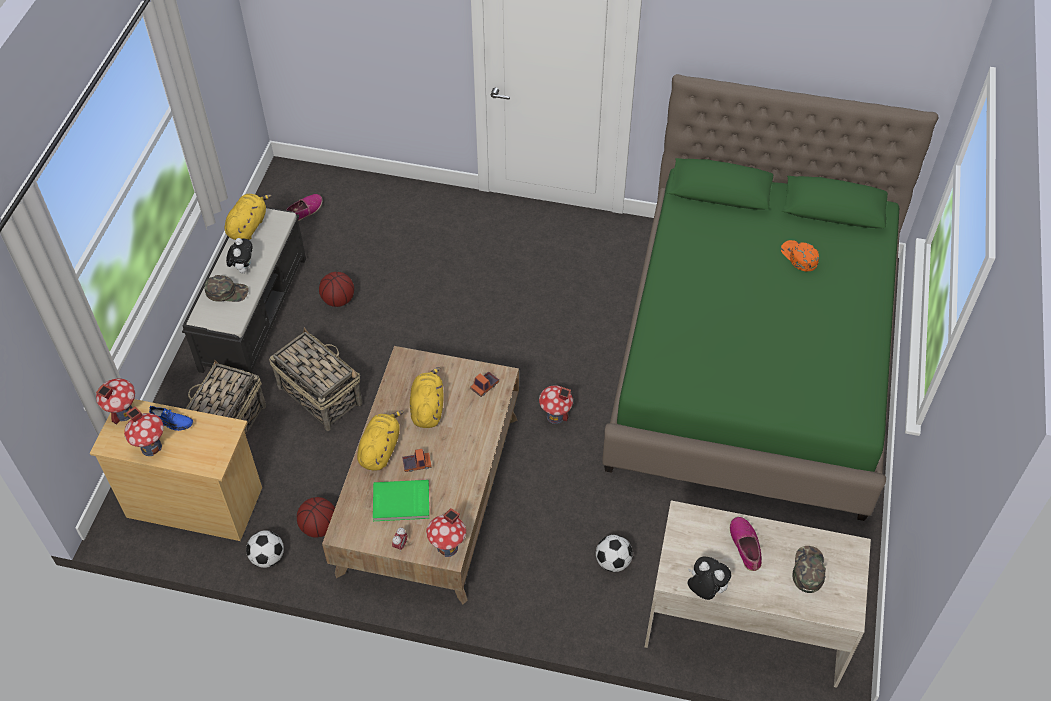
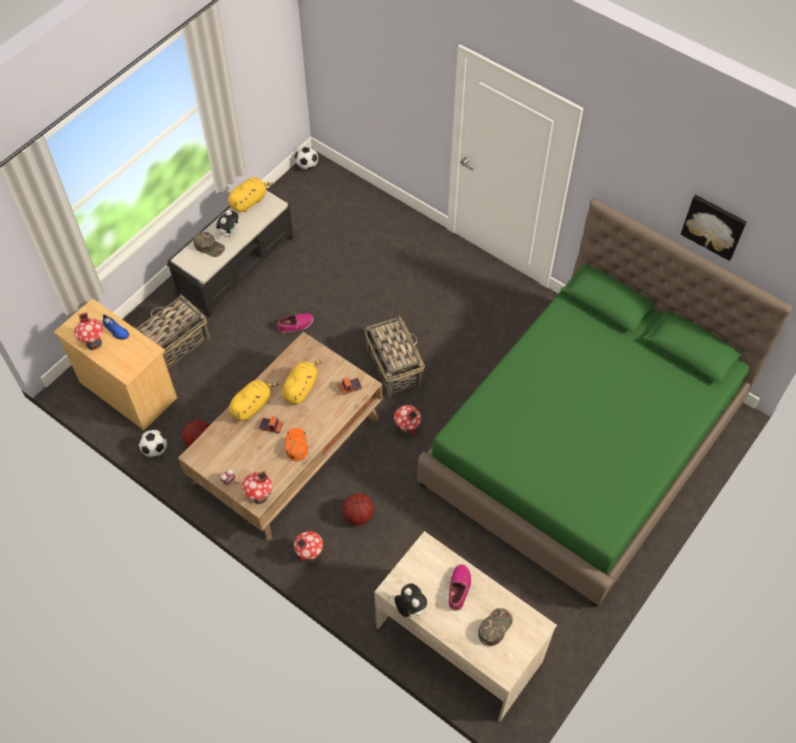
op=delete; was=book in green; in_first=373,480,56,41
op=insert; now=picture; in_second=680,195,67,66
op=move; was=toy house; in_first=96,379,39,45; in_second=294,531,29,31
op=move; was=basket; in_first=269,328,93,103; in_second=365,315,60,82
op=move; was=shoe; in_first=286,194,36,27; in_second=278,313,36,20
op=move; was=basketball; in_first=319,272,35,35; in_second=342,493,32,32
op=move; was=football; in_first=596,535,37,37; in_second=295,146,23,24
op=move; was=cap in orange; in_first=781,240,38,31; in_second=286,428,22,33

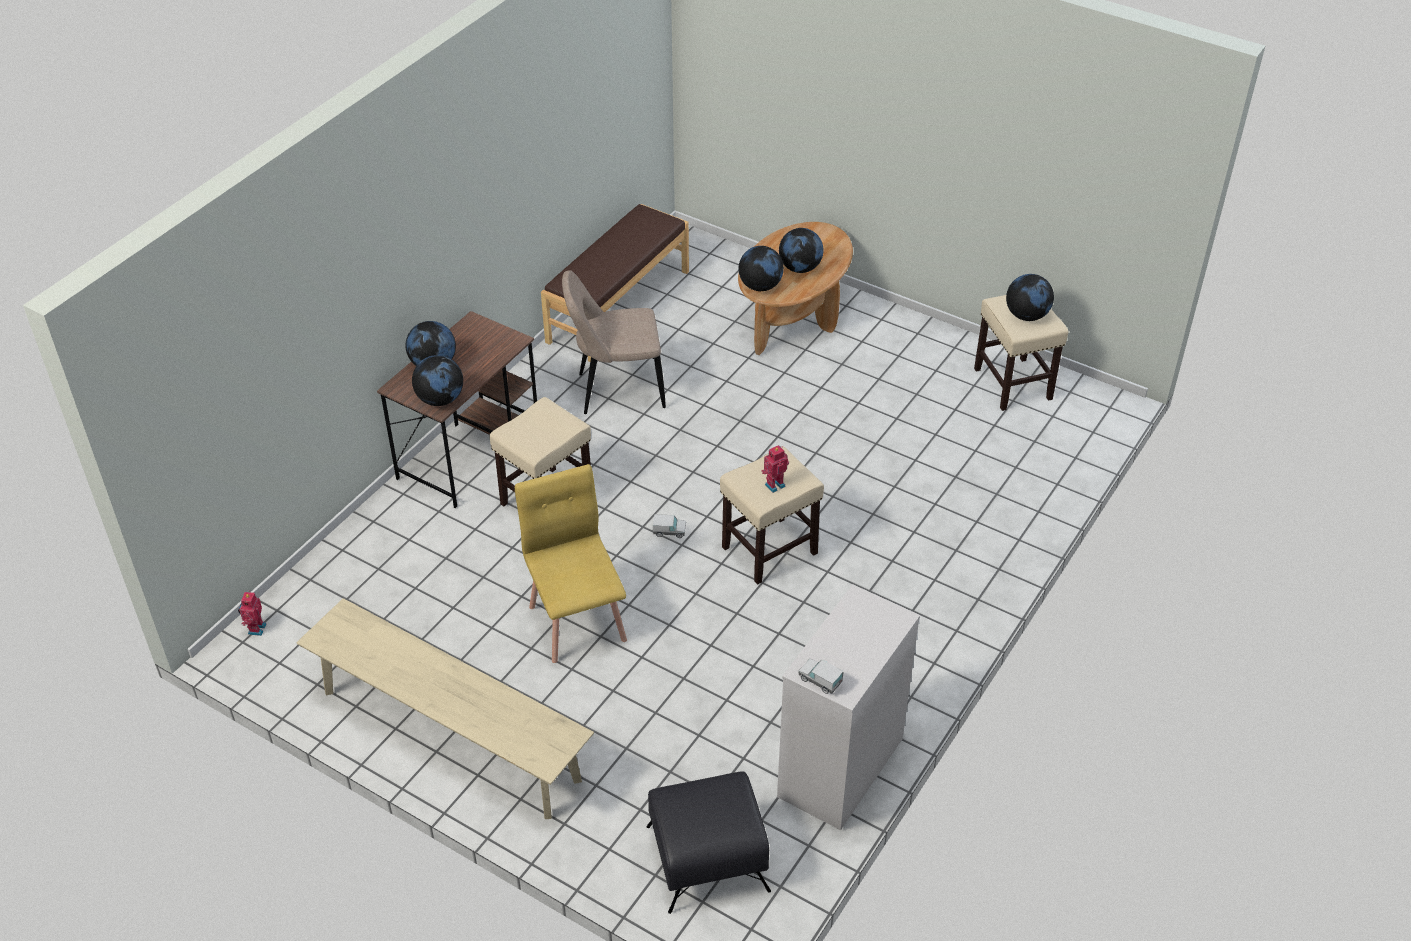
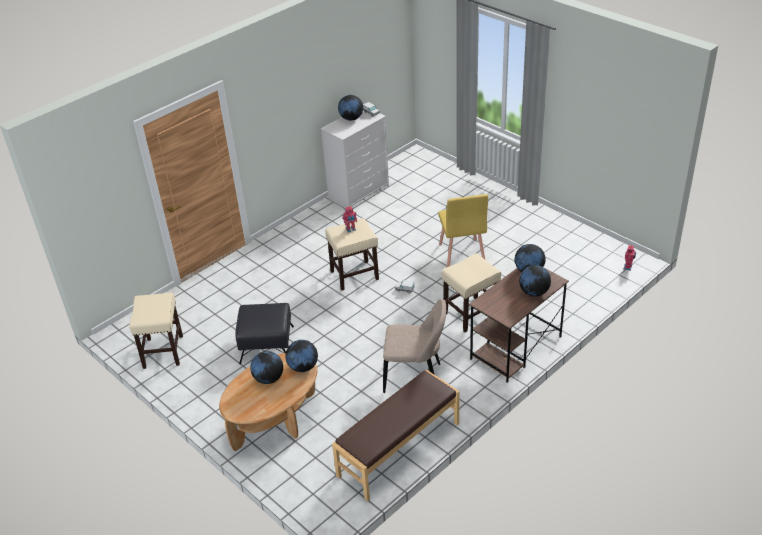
op=delete; was=bench in beige; in_first=296,598,298,221
op=move; was=ottoman in black; in_first=647,771,124,143; in_second=235,303,59,61
op=move; was=globe; in_first=1006,274,48,47; in_second=338,95,25,26

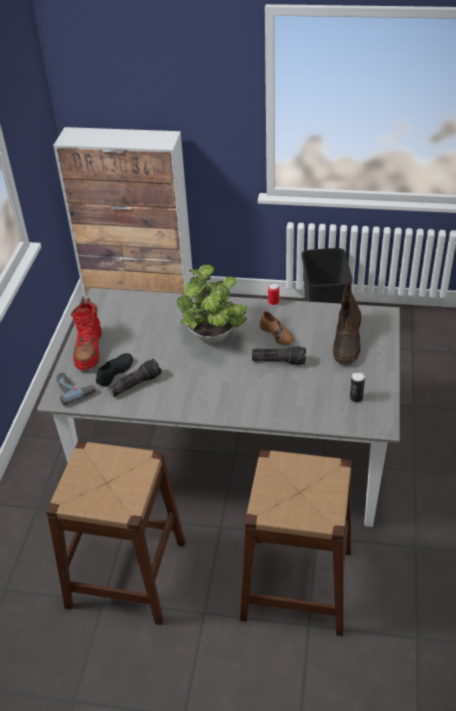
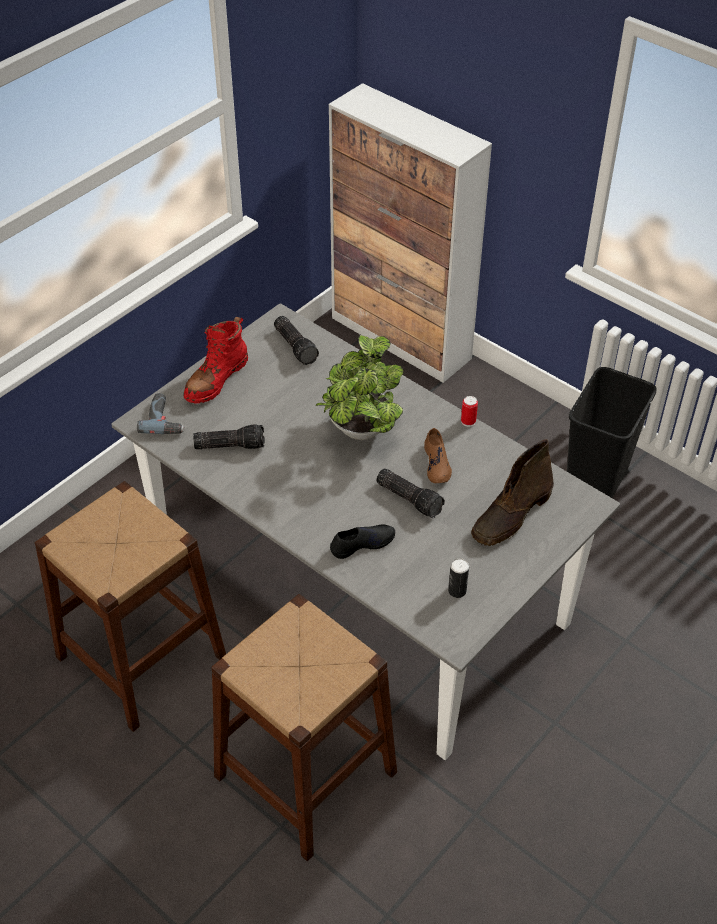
op=insert; now=flashlight; in_second=274,316,45,49
op=move; was=shoe in black; in_first=96,353,37,33; in_second=330,525,65,34

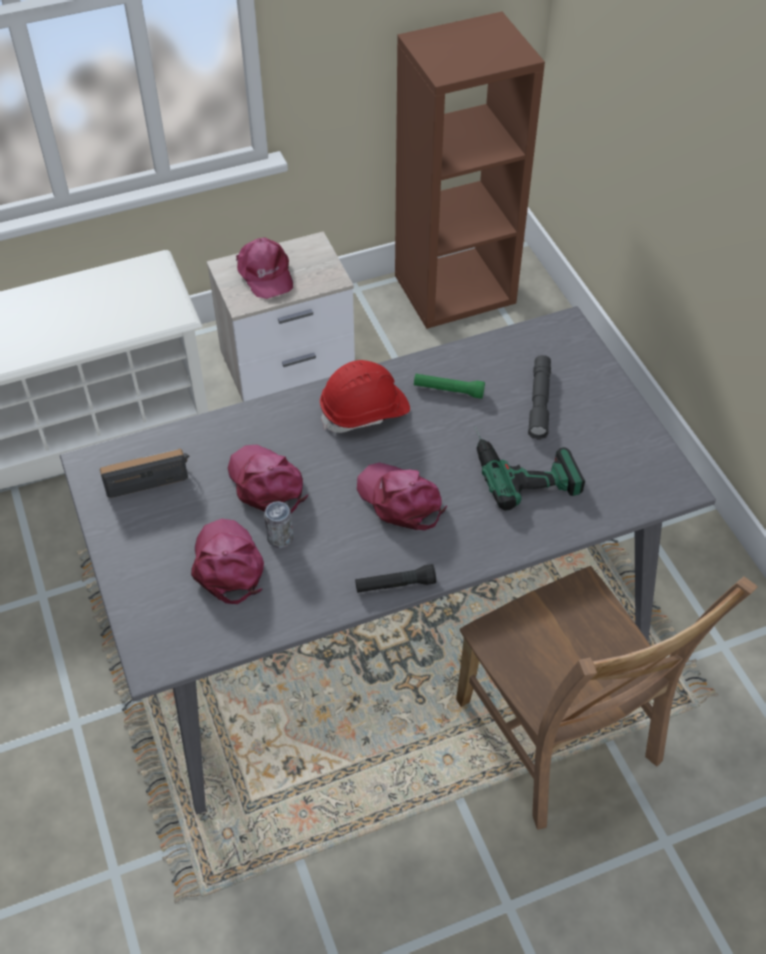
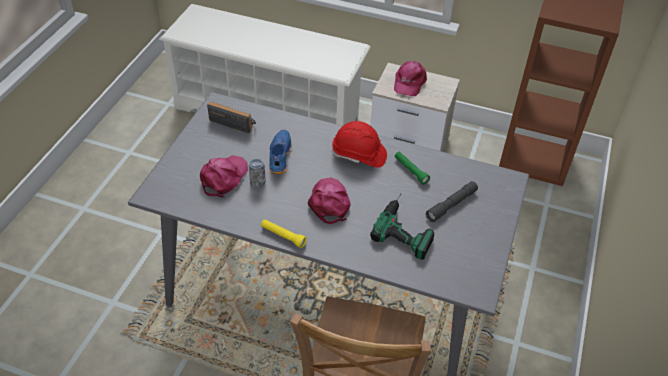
op=replace; was=cap in pink; now=shoe in blue; in_first=228,445,80,68; in_second=269,129,23,46
op=recolor; was=flashlight in black; now=flashlight in yellow; in_first=355,564,81,29; in_second=261,219,46,29

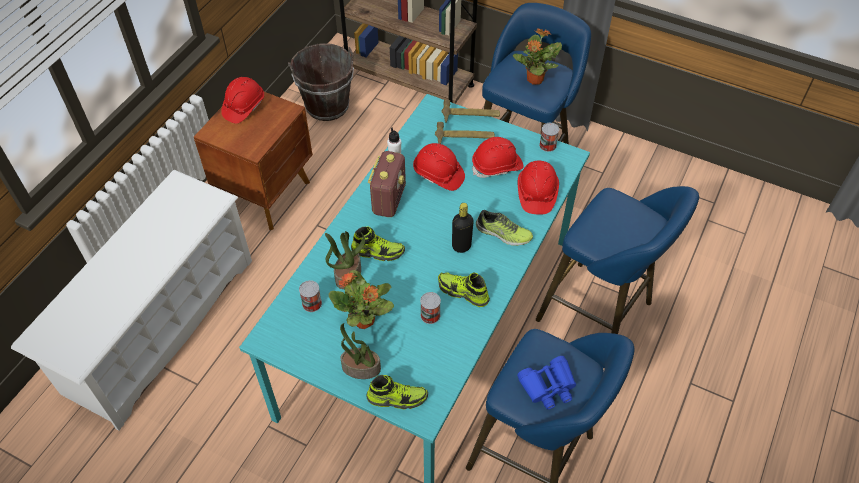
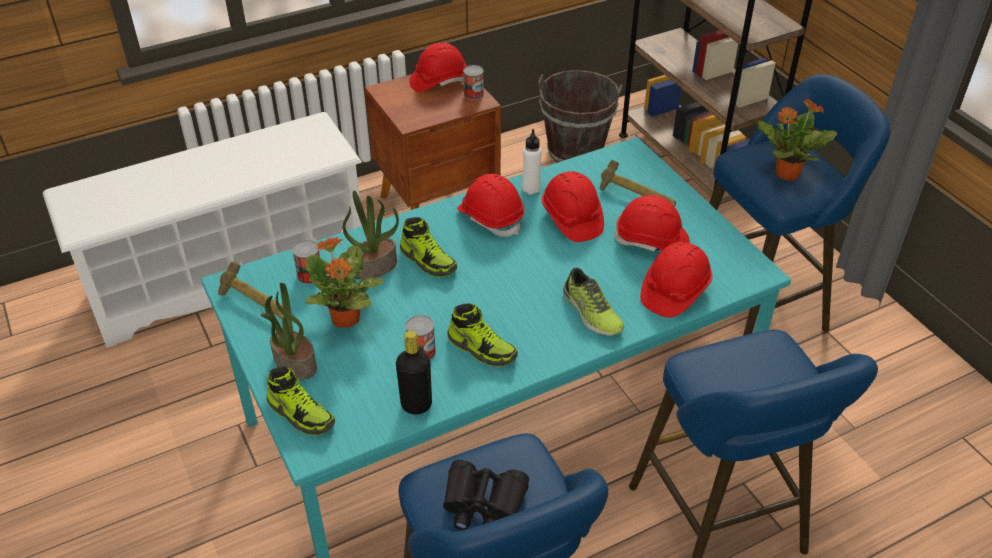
op=move; was=hammer; in_first=441,100,59,23; in_second=218,261,74,58
op=move; was=bottle in black; in_first=452,203,22,50; in_second=396,331,36,83
op=move; was=can; in_first=539,123,20,29; in_second=463,65,21,35
op=replace; was=radio; now=hard hat in red; in_first=368,151,38,66; in_second=457,174,67,63
op=recolor; was=binoculars in blue; now=binoculars in black; in_first=517,356,59,54; in_second=443,460,86,70
op=rotate; was=shoe; in_first=438,272,52,35; in_second=447,303,71,64; clockwise=150

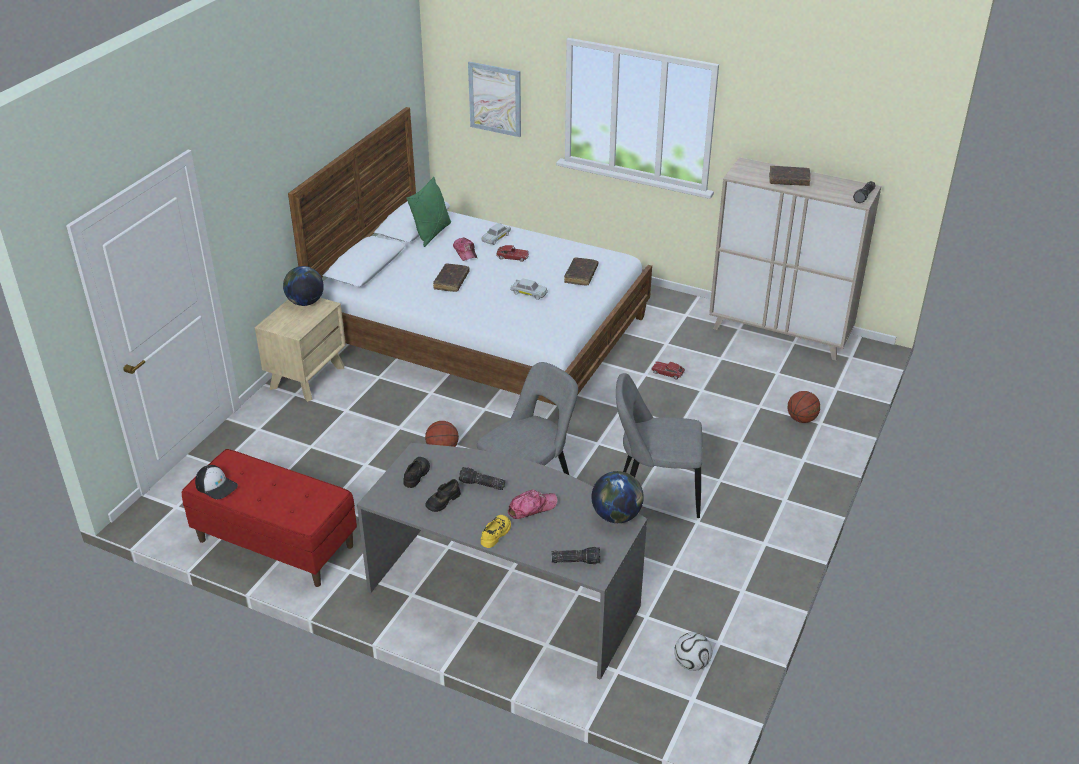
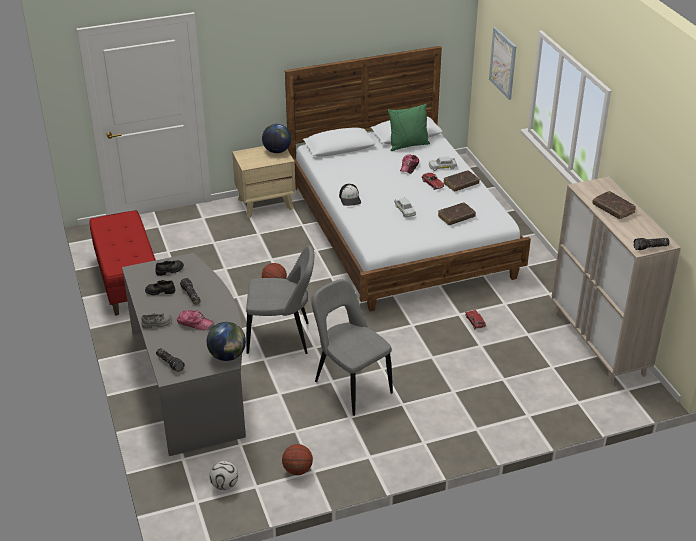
op=move; was=cap; in_first=195,465,43,35; in_second=339,184,22,22
op=move; was=book in brown; in_first=433,263,37,29; in_second=443,170,37,22
op=move; was=basketball; in_first=788,391,32,32; in_second=282,444,31,31
op=recolor; was=shoe in yellow; now=shoe in grey; in_first=481,515,30,33; in_second=141,313,31,16

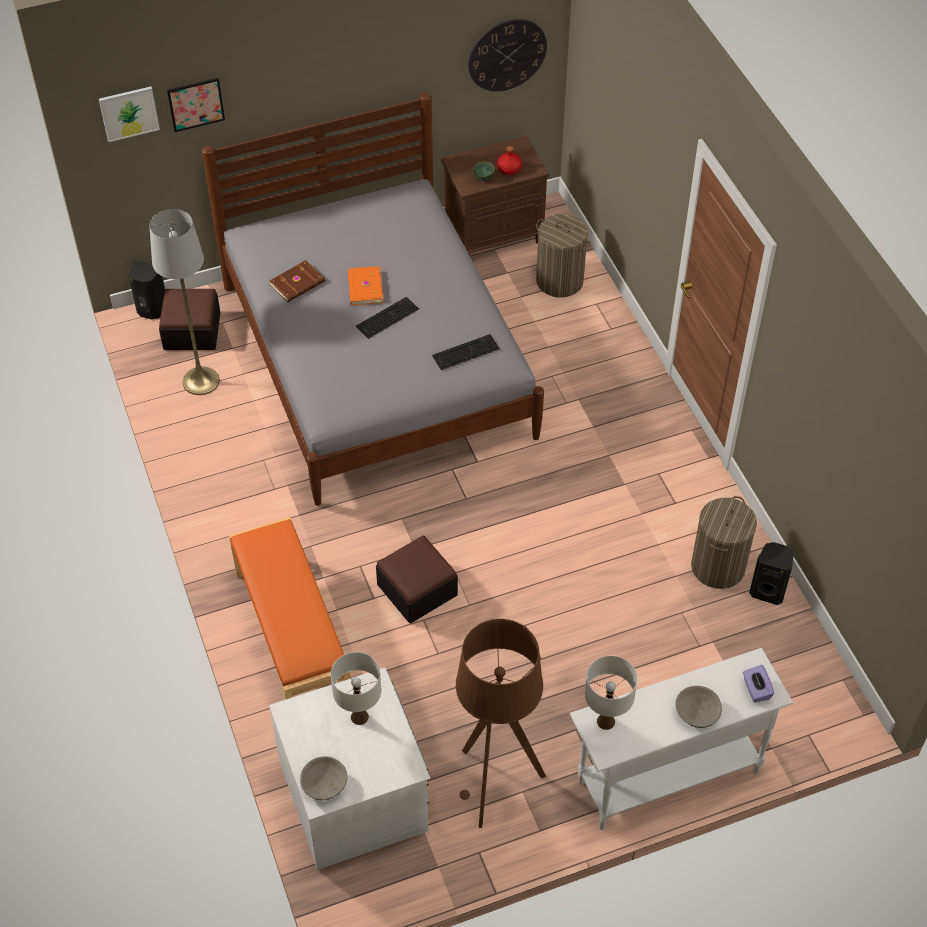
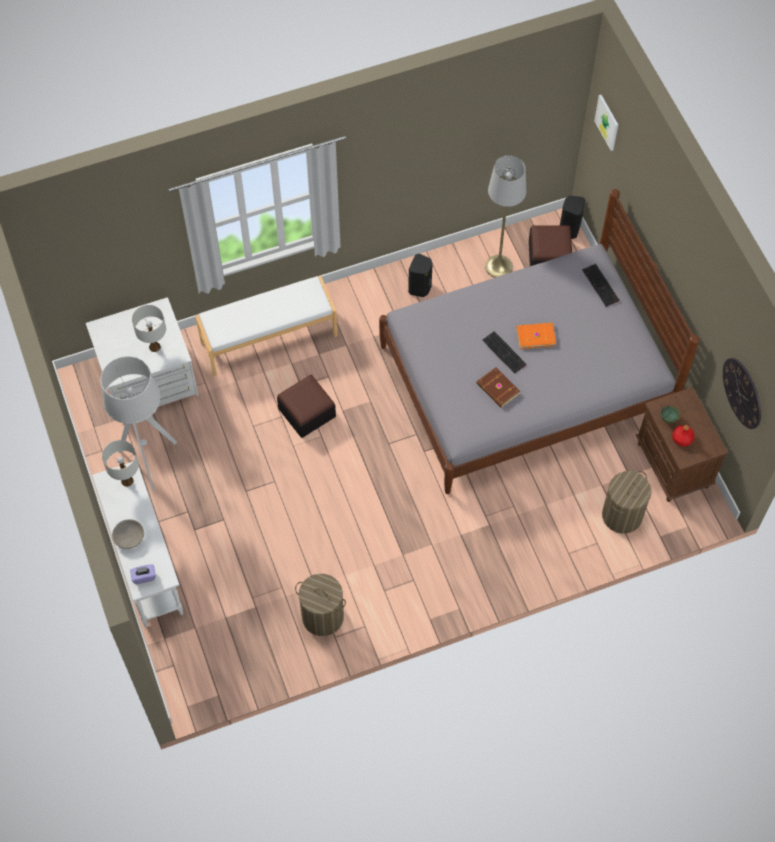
op=delete; was=picture; in_first=167,78,58,54
op=delete; was=bowl in grey; in_first=300,756,48,44
op=move; was=book in brown; in_first=269,260,56,42; in_second=476,367,45,41
op=move; was=keyboard; in_first=432,334,68,36; in_second=582,264,38,43
op=move; was=speaker in black; in_first=749,542,45,63; in_second=408,253,25,44
op=recolor; was=bench in orange; now=bench in white; in_first=229,517,122,183; in_second=195,276,143,100
op=recolor; was=floor lamp in brown; now=floor lamp in grey; in_first=456,619,90,209; in_second=100,356,77,135

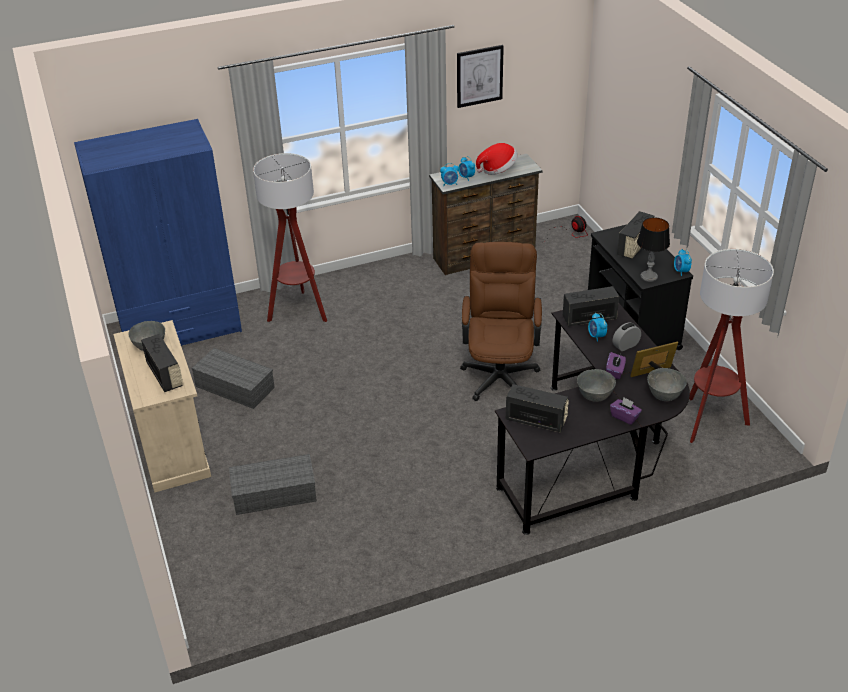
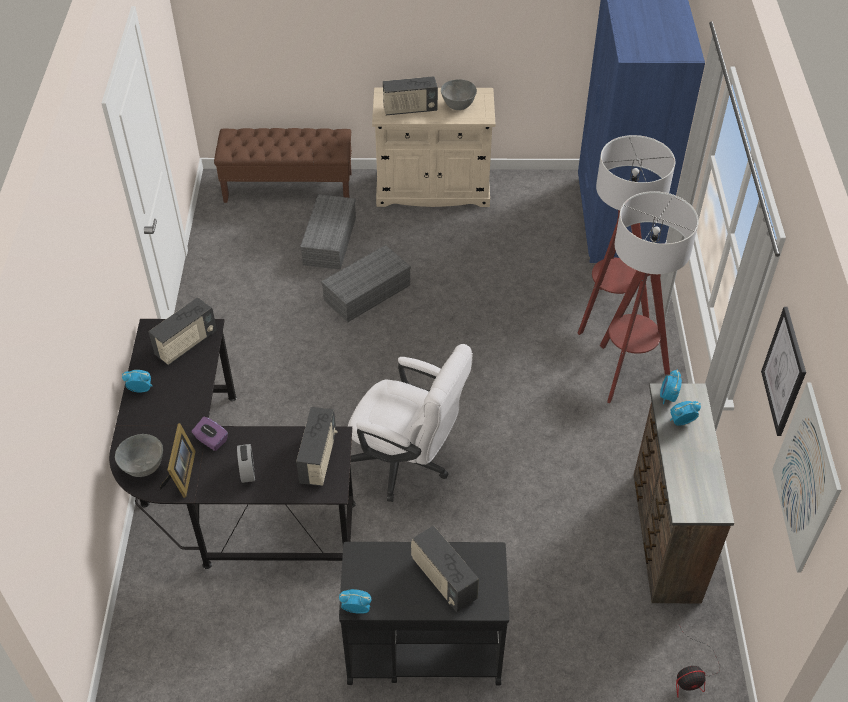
op=delete; was=hat; in_first=476,143,42,32
op=delete; was=bowl in grey; in_first=577,369,39,33
op=delete; was=tissue box in purple; in_first=610,397,32,28
op=delete; was=table lamp; in_first=637,217,33,65
op=insert; now=bench in brown; in_second=214,128,138,75
op=insert; now=picture; in_second=772,382,70,191
op=move; was=storage box in grey; in_first=191,348,84,61; in_second=321,245,90,77
op=move; was=alarm clock; in_first=588,313,19,29; in_second=122,370,30,23
op=move; was=floor lamp; in_first=689,249,85,194; in_second=600,191,99,212
op=recolor; was=office chair in brown; now=office chair in white; in_first=460,242,82,159; in_second=348,344,125,158

